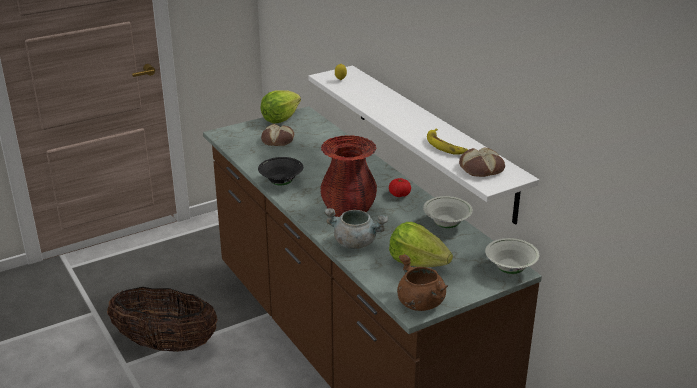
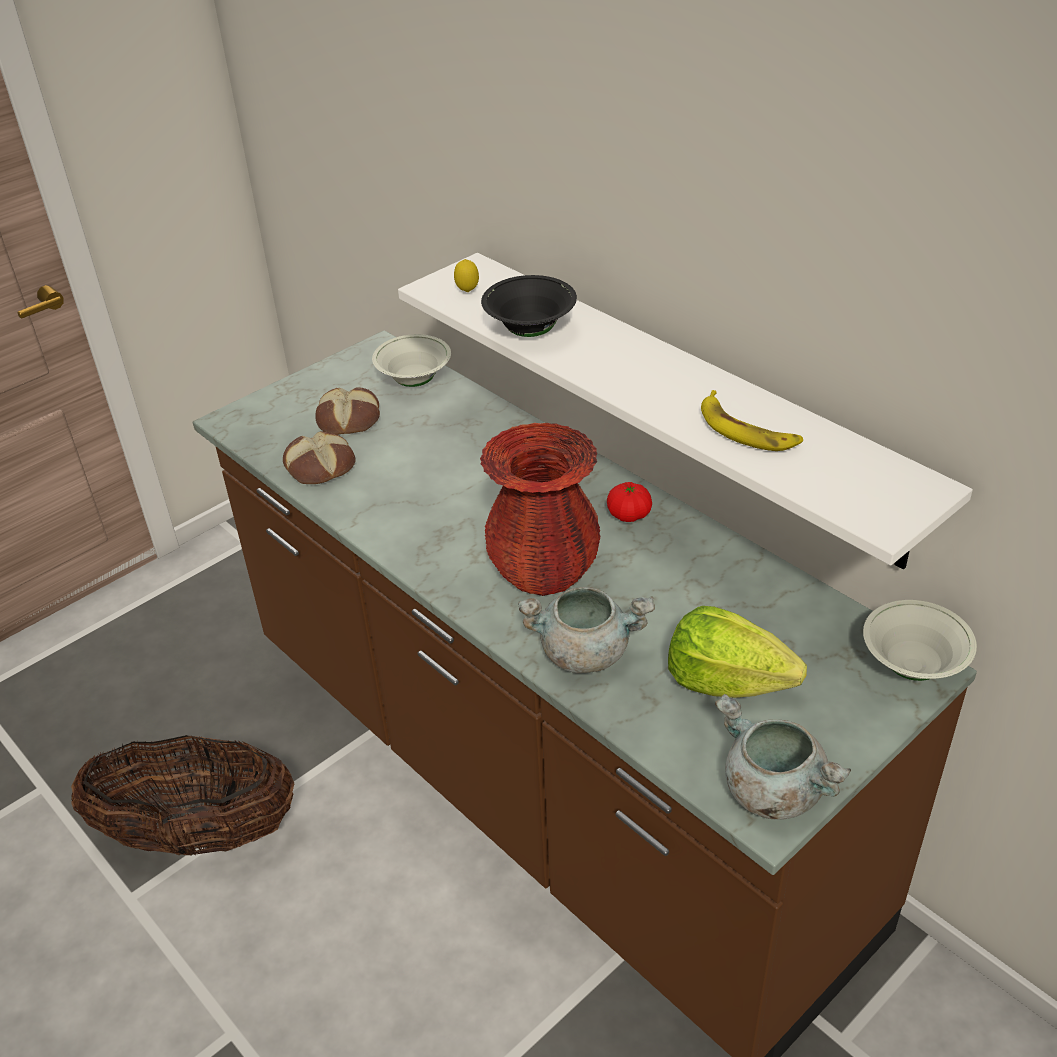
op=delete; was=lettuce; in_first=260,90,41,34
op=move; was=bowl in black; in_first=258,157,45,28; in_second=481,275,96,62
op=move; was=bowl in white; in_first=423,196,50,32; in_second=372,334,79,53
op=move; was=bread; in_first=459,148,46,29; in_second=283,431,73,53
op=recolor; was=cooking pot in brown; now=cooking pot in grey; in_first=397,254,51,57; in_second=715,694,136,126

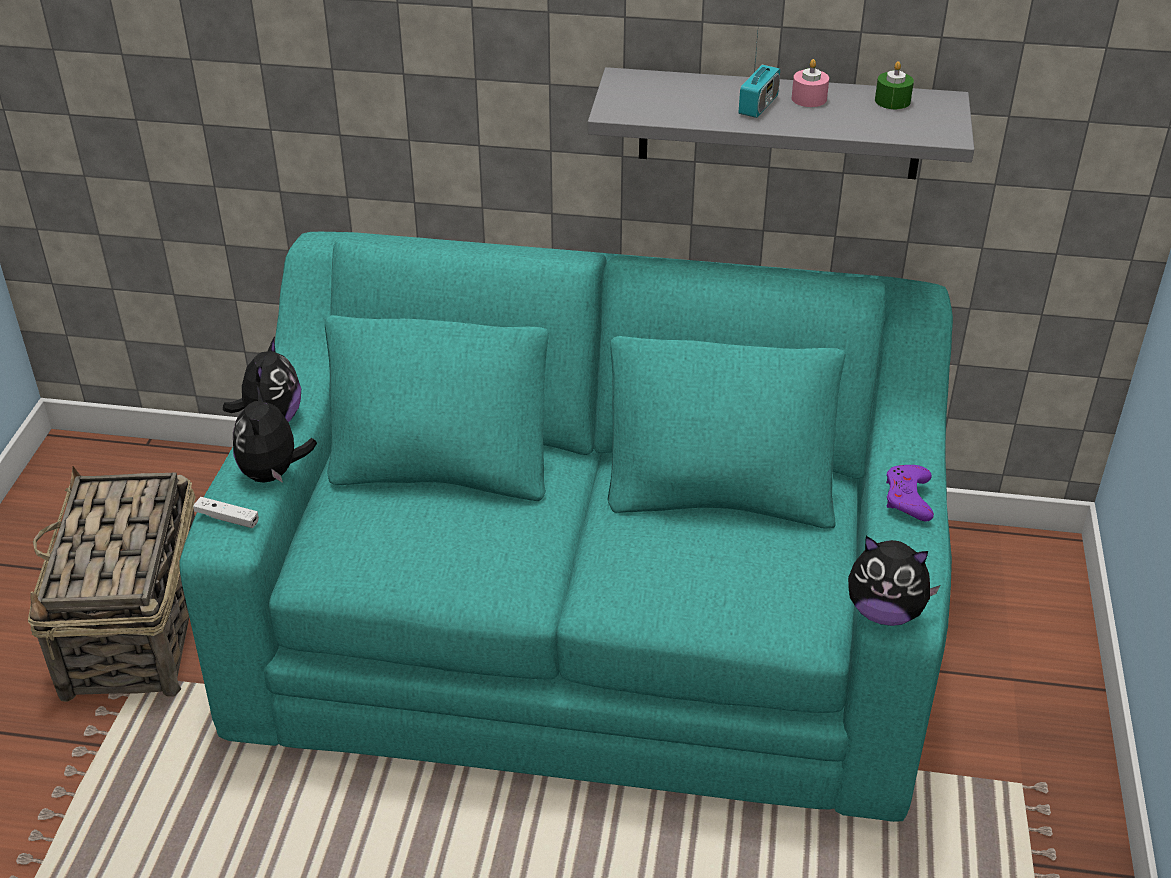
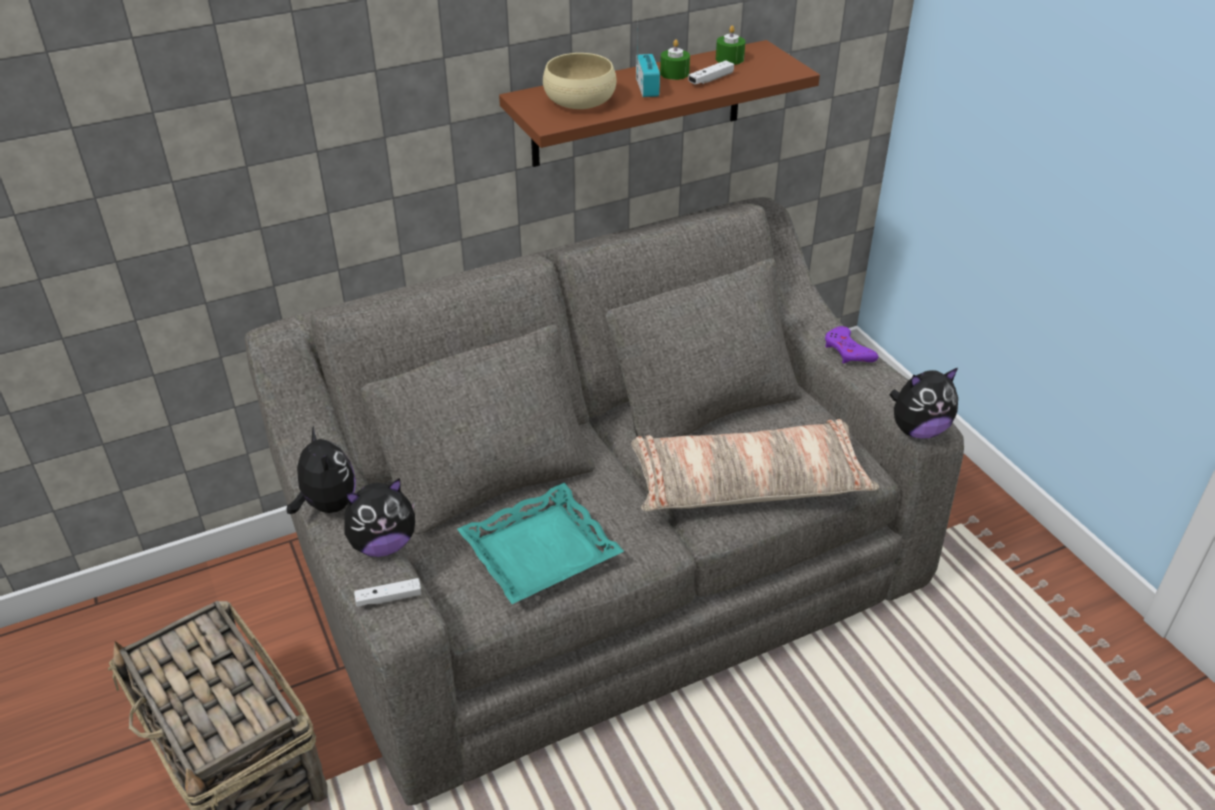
op=insert; now=tray in turquoise; in_second=457,483,167,121
op=insert; now=bowl in beige; in_second=543,53,74,56
op=insert; now=pillow; in_second=631,419,248,92
op=insert; now=game controller in white; in_second=688,60,46,25
op=recolor; was=sofa in turquoise; now=sofa in grey; in_first=179,232,774,590; in_second=245,197,719,609
op=recolor; was=shelf in grey; now=shelf in brown; in_first=588,67,386,112; in_second=499,40,321,127
op=recolor; was=candle in pink; now=candle in green; in_first=792,59,37,48; in_second=660,39,30,41
op=rotate; was=plush toy; in_first=233,386,84,97; in_second=344,478,71,79; clockwise=-75

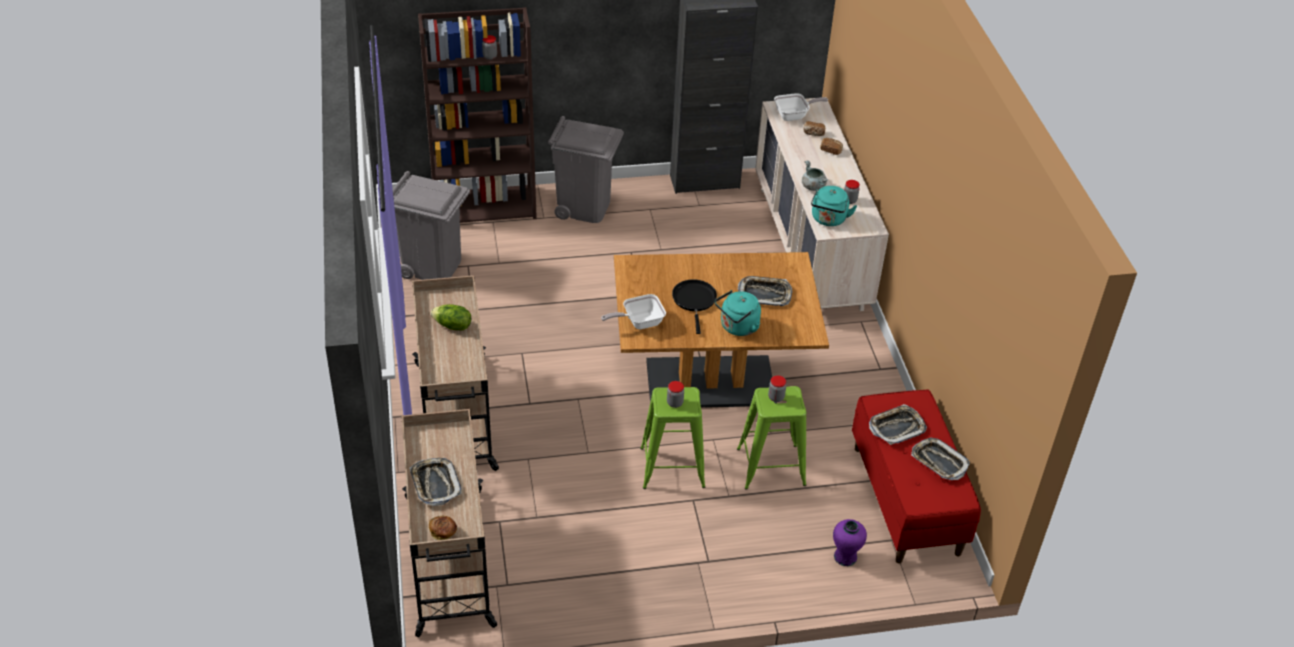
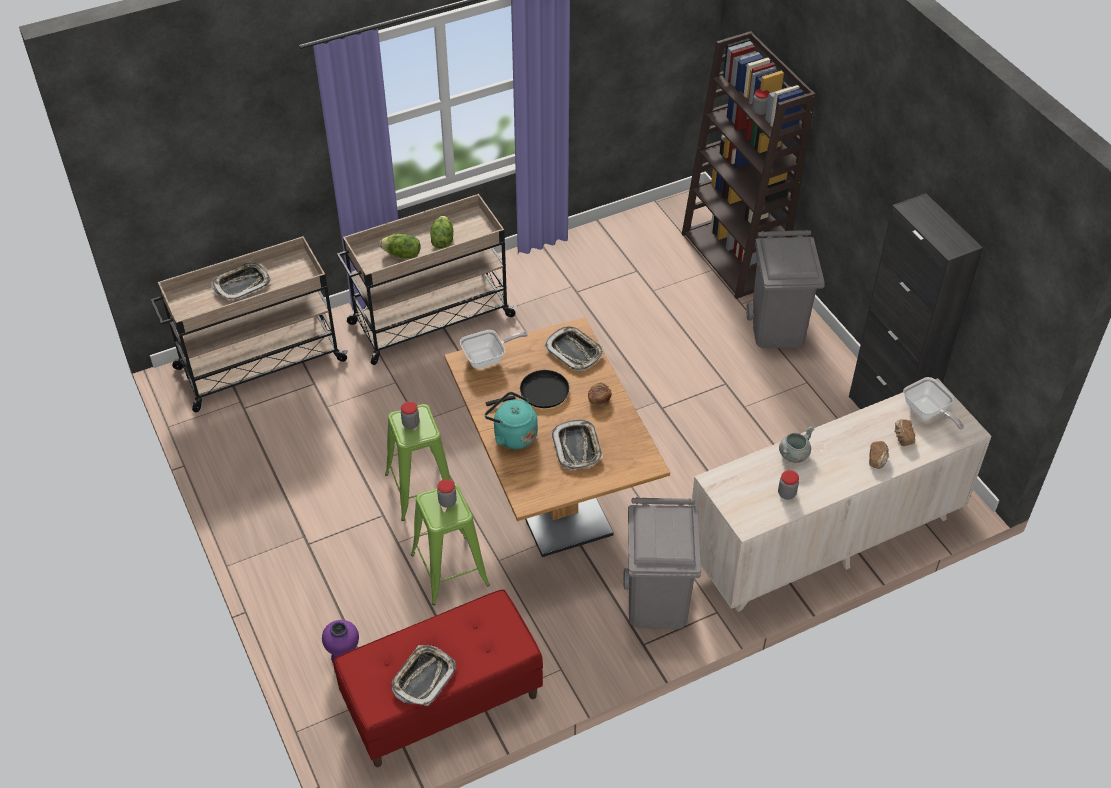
op=delete; was=kettle in turquoise; in_first=811,186,46,40
op=insert; now=lettuce; in_second=380,234,40,24
op=move; was=trash can in grey; in_first=393,171,77,109; in_second=623,497,78,132
op=move; was=bread; in_first=429,515,28,25; in_second=588,382,24,25
op=move; was=tray; in_first=869,404,58,41; in_second=544,326,60,45
op=rotate; was=frying pan; in_first=601,294,65,35; in_second=460,330,68,39; clockwise=105

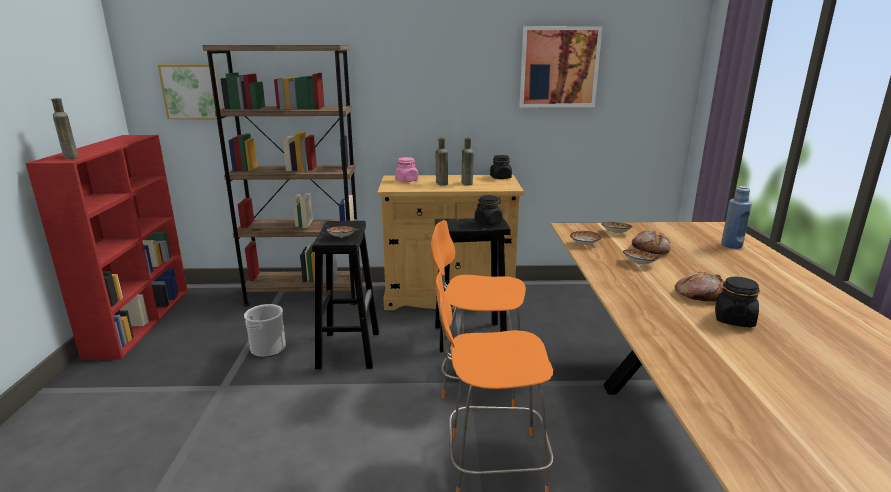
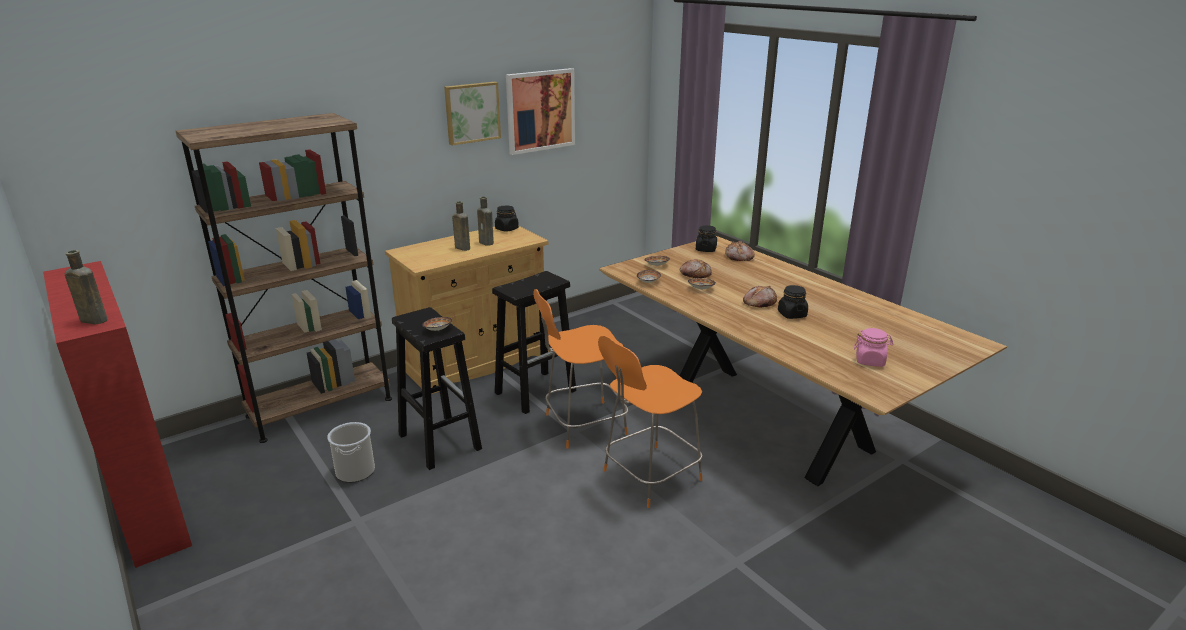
op=move; was=picture; in_first=158,64,63,56; in_second=444,82,57,63
op=move; was=jar in pink; in_first=395,157,23,25; in_second=854,328,39,39
op=move; was=jar in black; in_first=475,195,27,30; in_second=696,225,21,27
op=replace; was=bottle in blue; now=bread; in_first=721,186,31,63; in_second=725,241,30,20

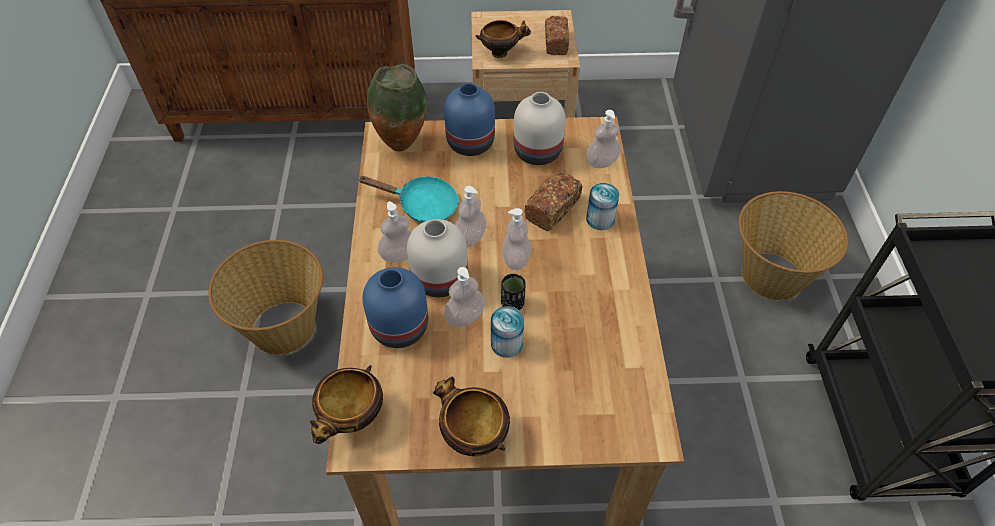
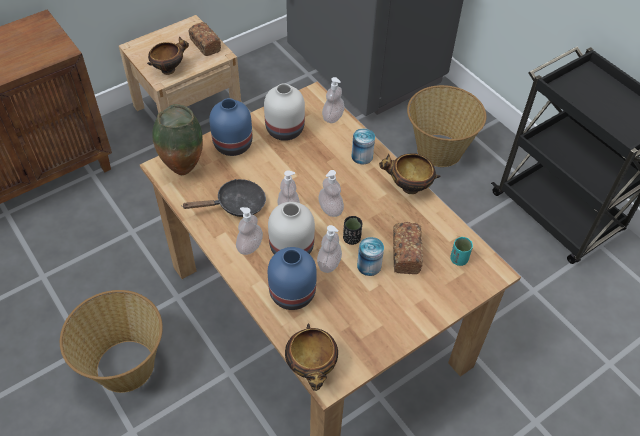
op=insert; now=cup in turquoise; in_second=450,237,23,29
op=move; was=bowl; in_first=433,377,77,79; in_second=379,153,61,41
op=move; was=bread; in_first=524,173,58,58; in_second=393,222,30,52
op=recolor; was=frying pan in turquoise; now=frying pan in black; in_first=358,176,100,47; in_second=183,179,83,38

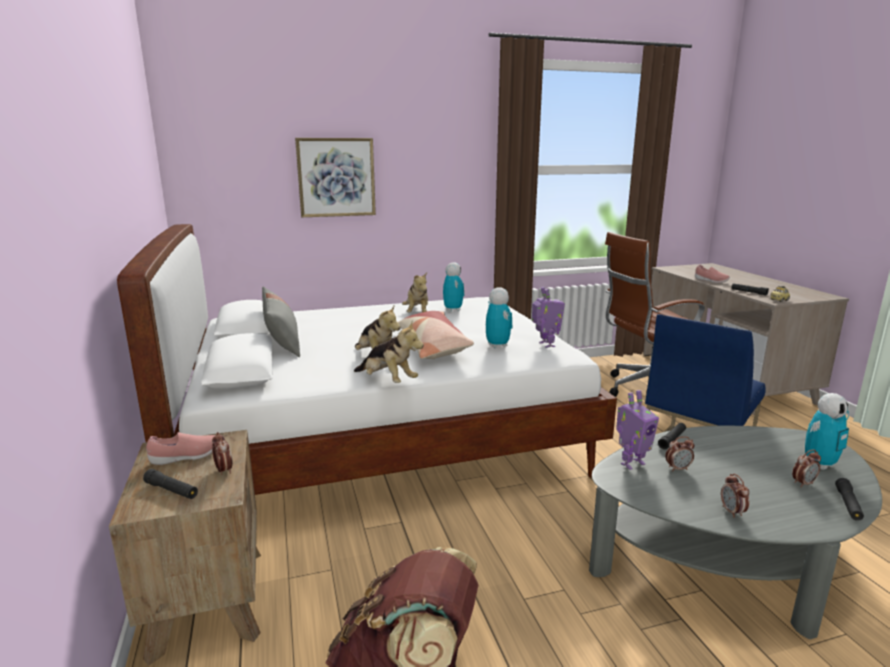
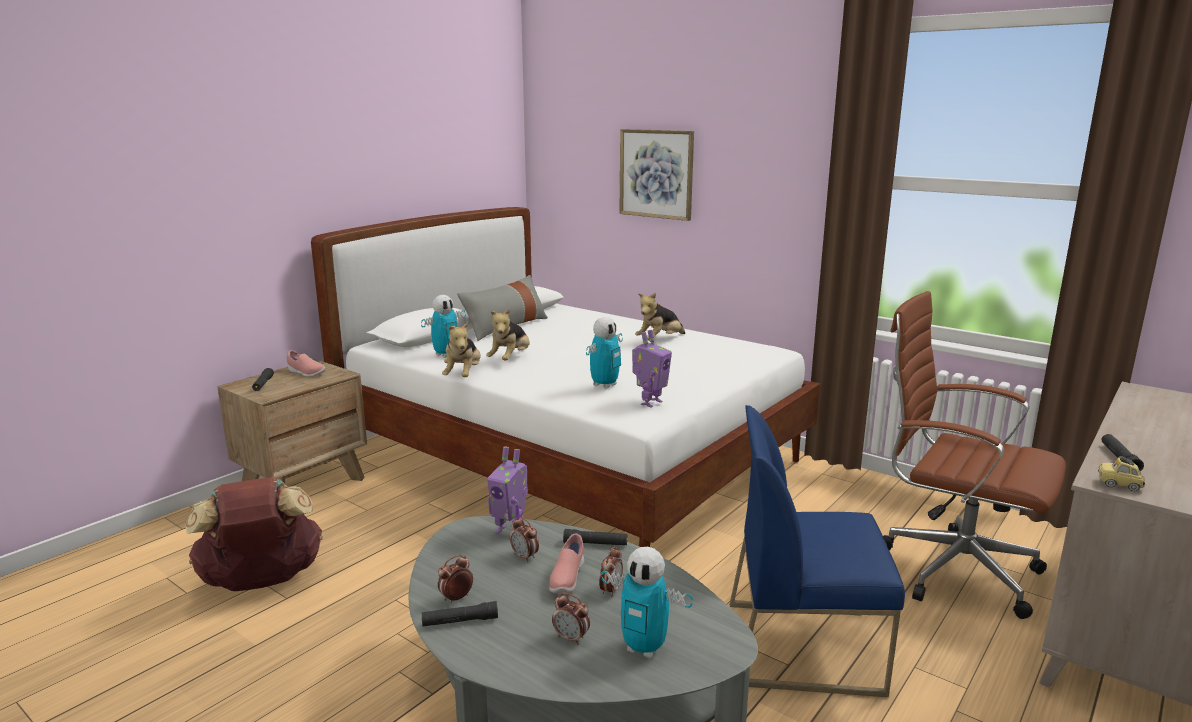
op=delete; was=pillow; in_first=398,311,76,48
op=move; was=alarm clock; in_first=212,432,21,43; in_second=599,547,24,50
op=move; was=toy robot; in_first=443,262,21,50; in_second=421,295,45,63
op=move; was=shoe in pink; in_first=695,264,35,19; in_second=549,534,35,59
op=move; was=flashlight in black; in_first=835,478,29,43; in_second=421,601,77,25

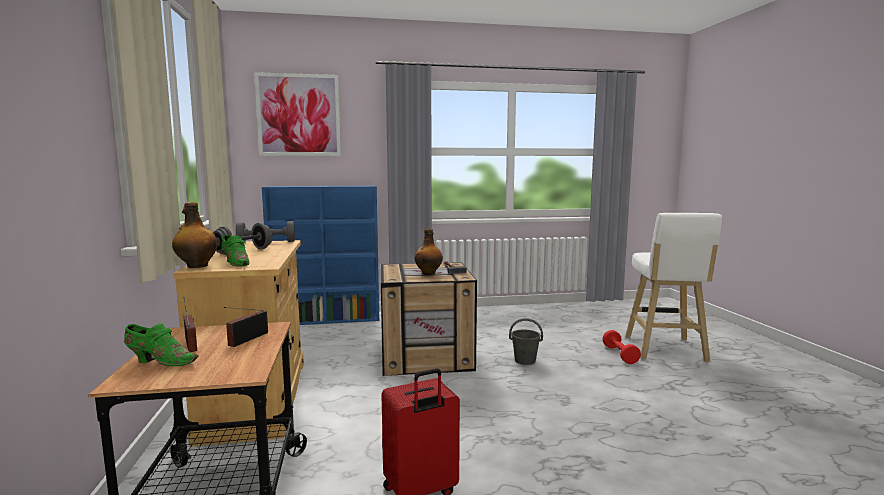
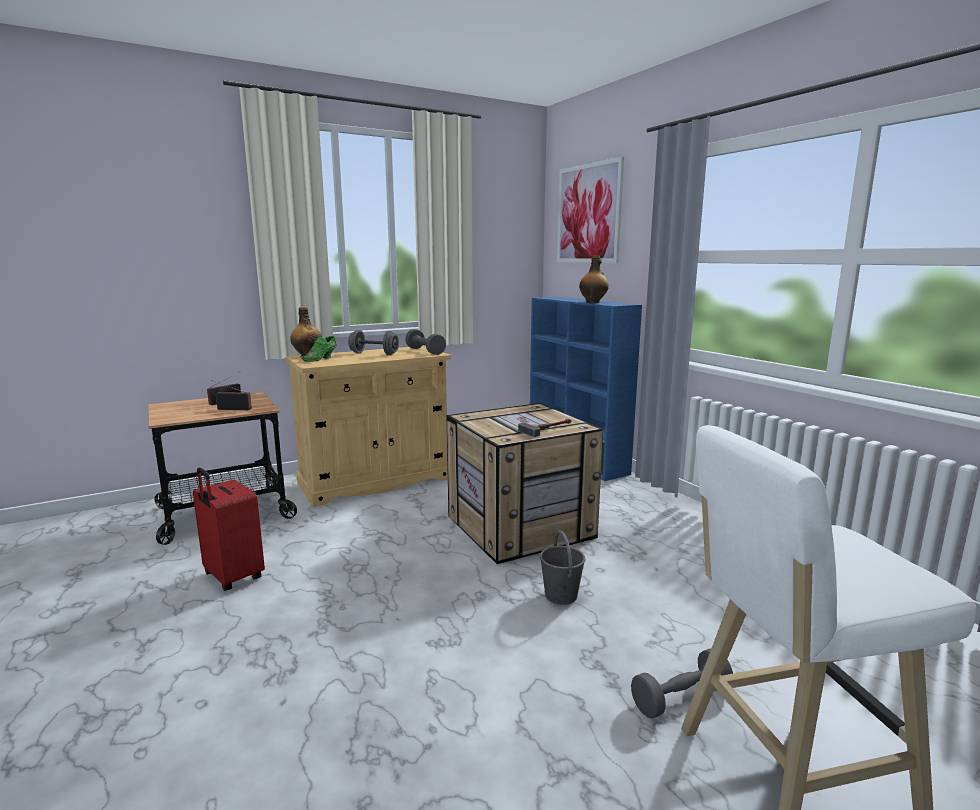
op=delete; was=shoe in green; in_first=124,323,75,43
op=move; was=bottle; in_first=415,229,28,46; in_second=579,256,30,47
op=recolor; was=dumbbell in red; now=dumbbell in grey; in_first=603,330,38,34; in_second=631,648,102,71

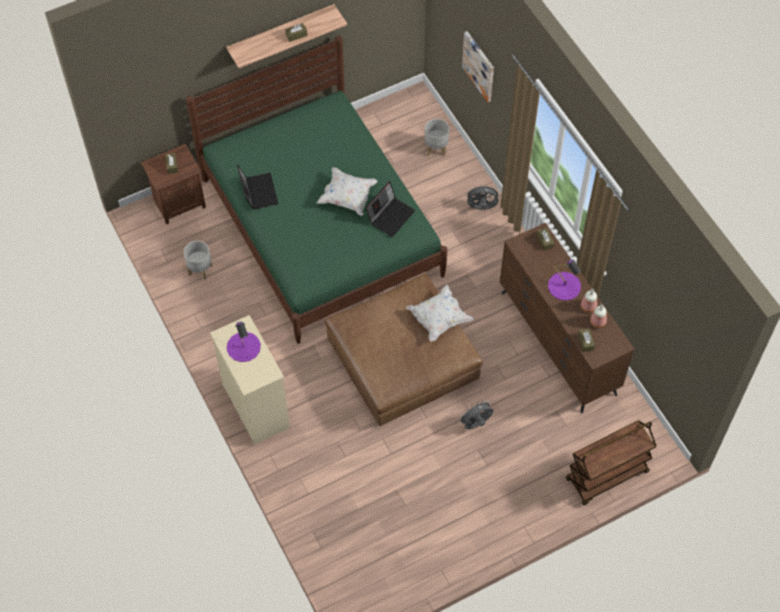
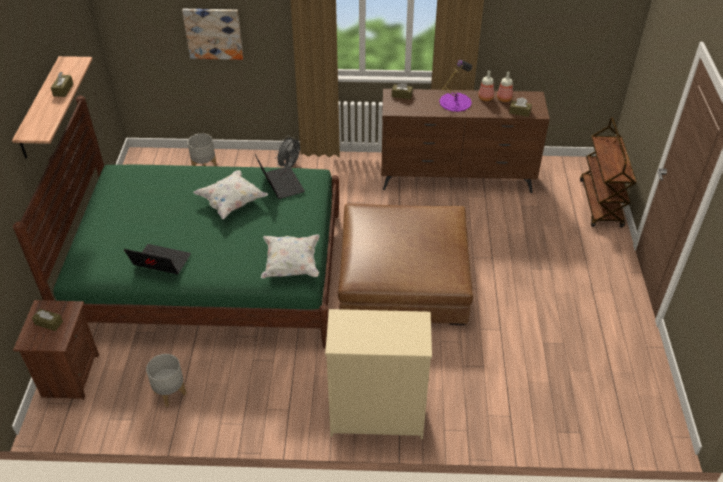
op=delete; was=table lamp in purple; in_first=227,321,34,41
op=delete; was=fan in grey; in_first=458,400,35,29
op=move; was=pillow in white; in_first=406,285,68,57; in_second=261,234,59,45

